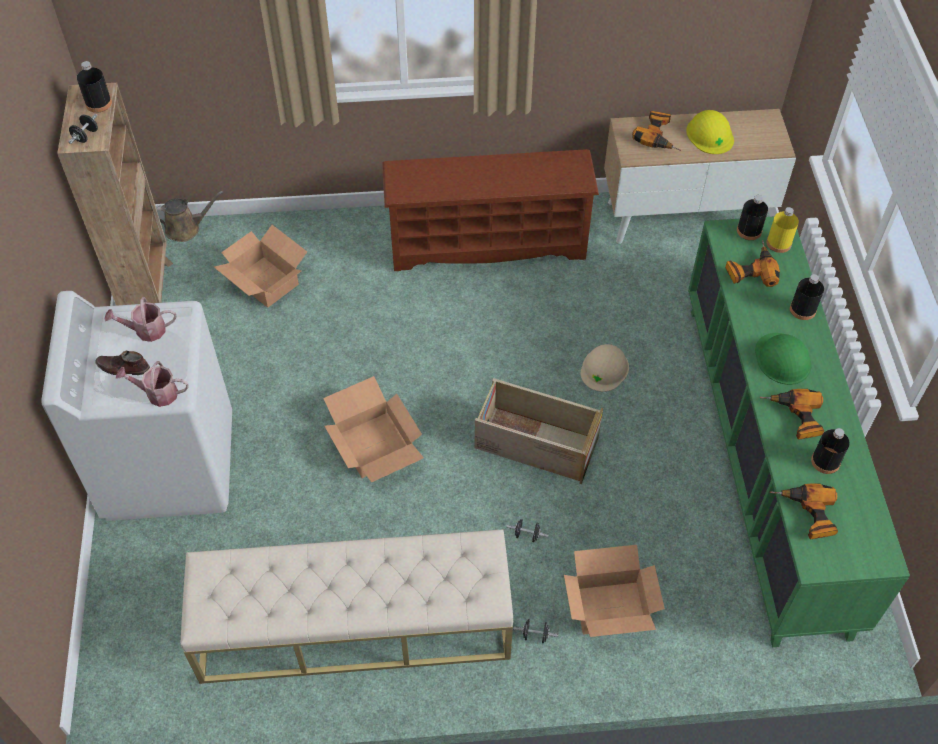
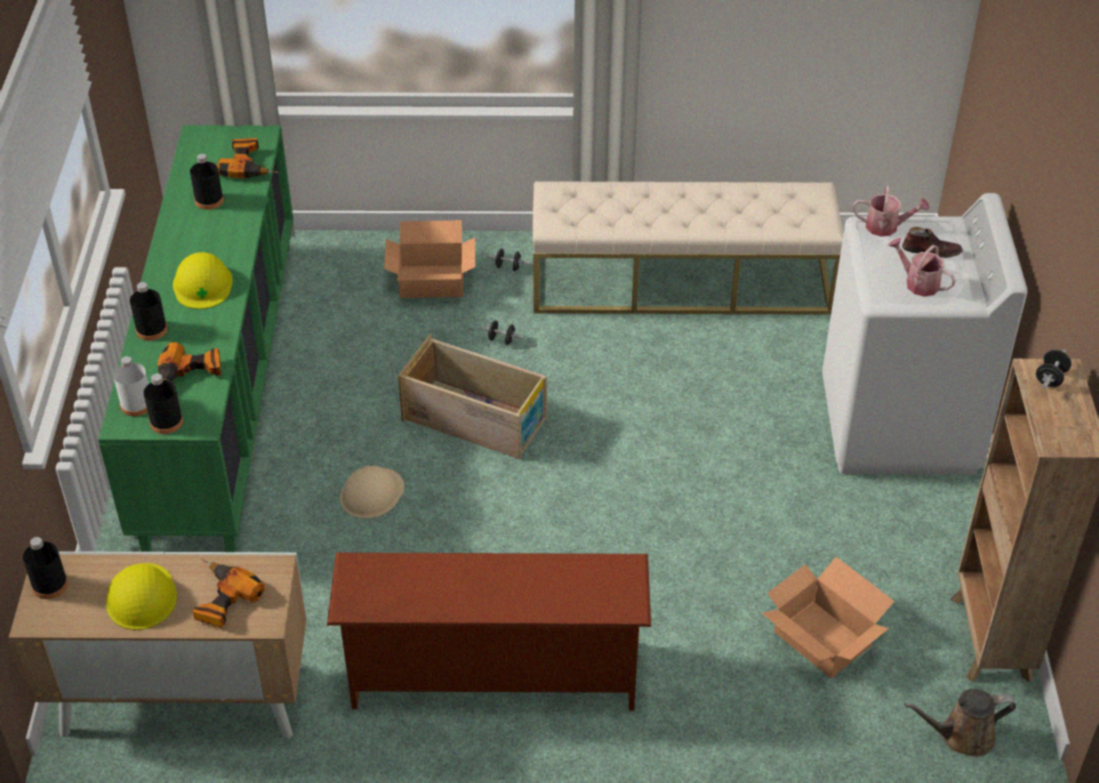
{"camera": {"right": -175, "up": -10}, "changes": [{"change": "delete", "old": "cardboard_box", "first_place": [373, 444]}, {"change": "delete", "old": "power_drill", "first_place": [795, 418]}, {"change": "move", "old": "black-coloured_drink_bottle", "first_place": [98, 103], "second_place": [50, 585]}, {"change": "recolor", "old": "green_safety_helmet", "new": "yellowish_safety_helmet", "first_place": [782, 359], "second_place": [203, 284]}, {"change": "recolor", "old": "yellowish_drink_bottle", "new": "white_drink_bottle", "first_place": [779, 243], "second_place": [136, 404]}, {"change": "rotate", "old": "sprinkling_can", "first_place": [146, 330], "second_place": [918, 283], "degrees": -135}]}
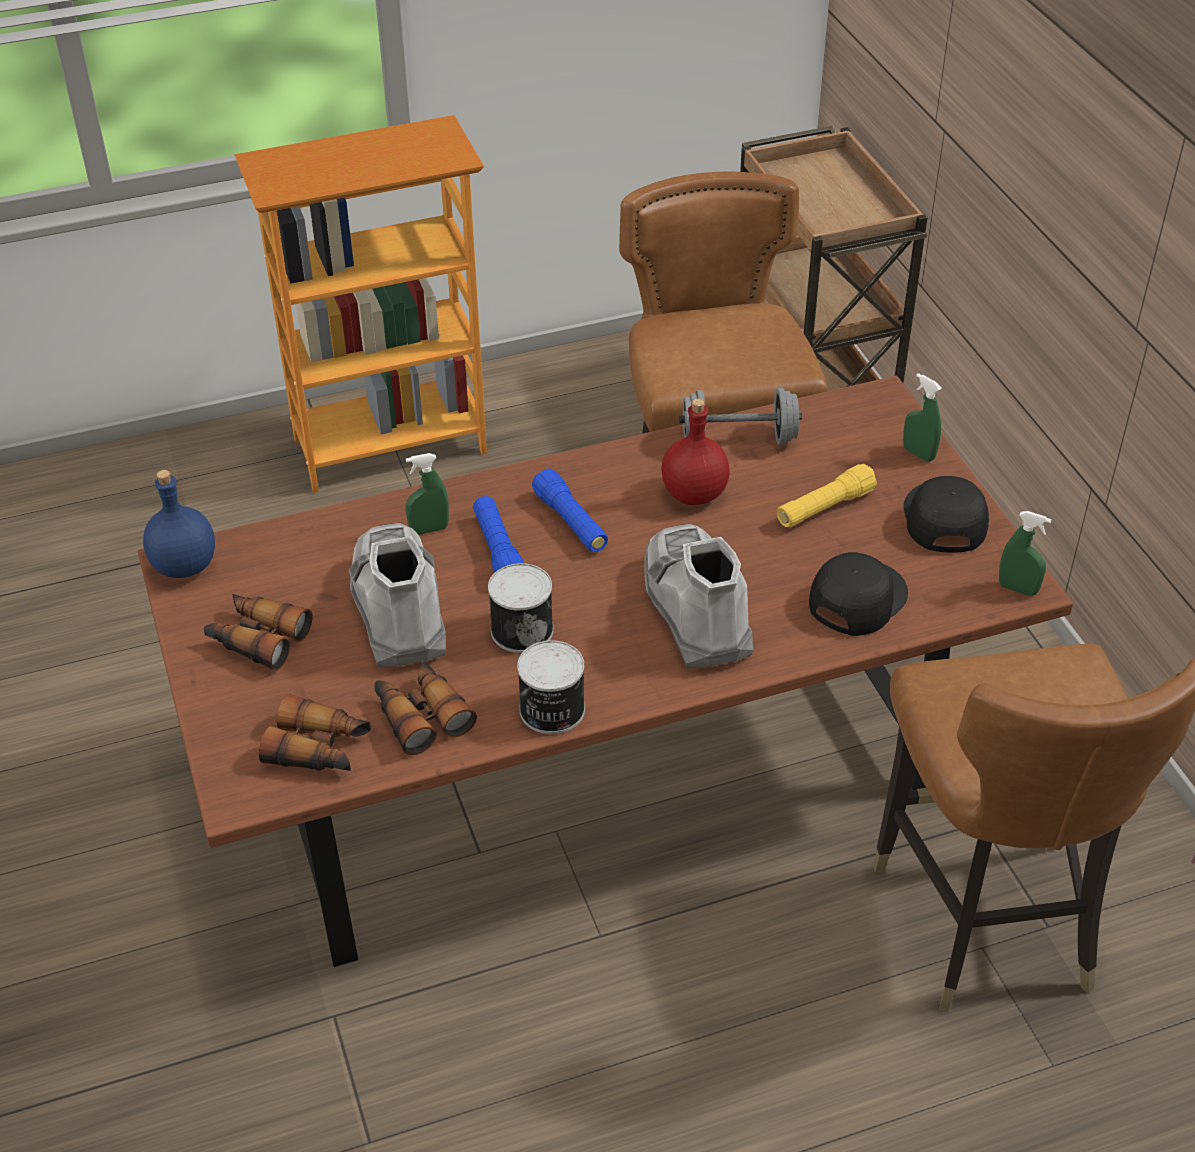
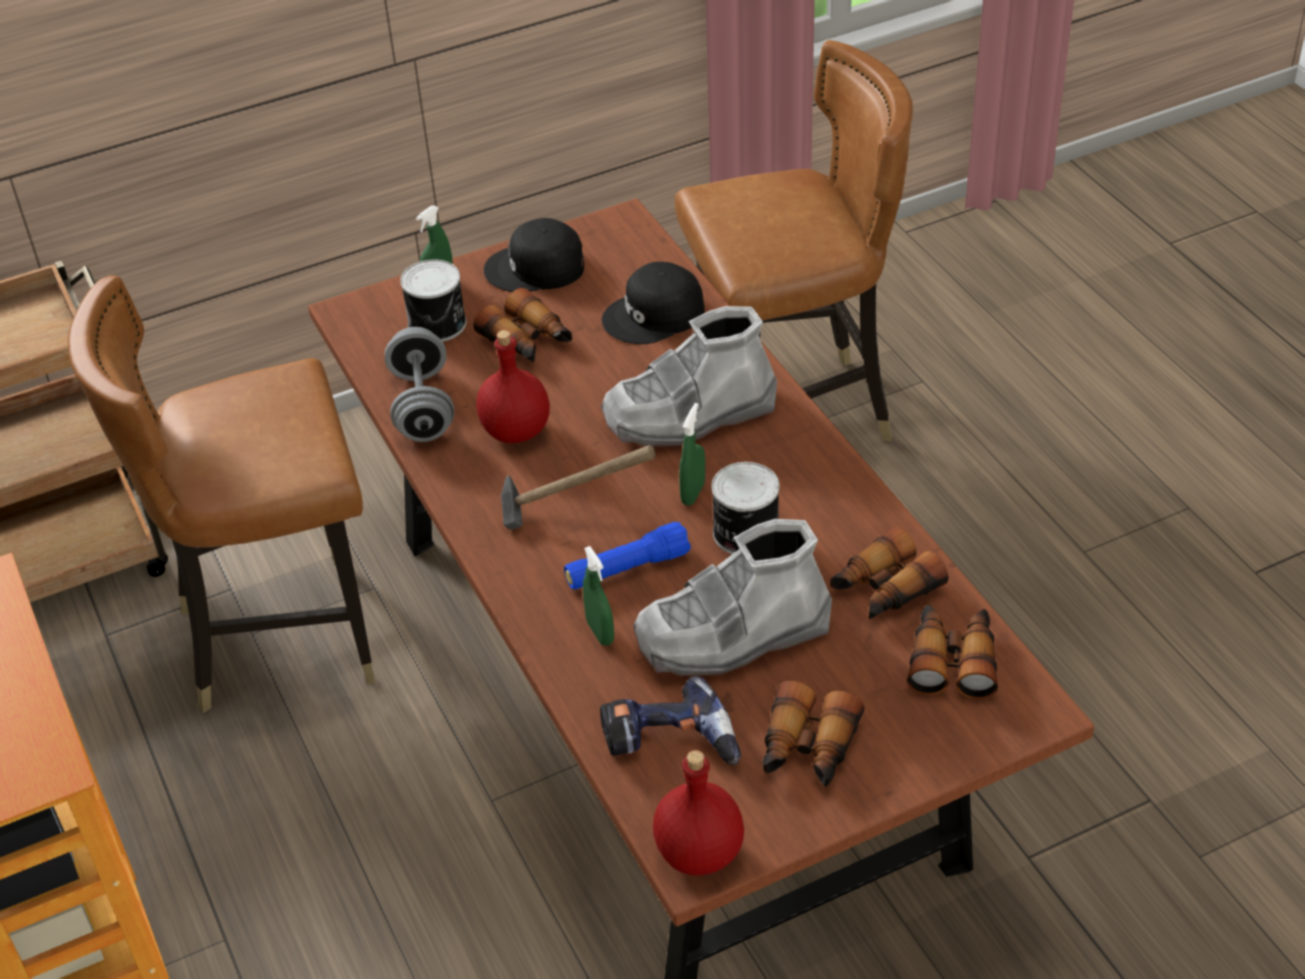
{"camera": {"right": -95, "up": 0}, "changes": [{"change": "insert", "new": "power_drill", "second_place": [670, 745]}, {"change": "move", "old": "sealed_can", "first_place": [551, 711], "second_place": [439, 324]}, {"change": "move", "old": "green_spray_bottle", "first_place": [1017, 589], "second_place": [693, 493]}, {"change": "replace", "old": "bluish_torch", "new": "tool_hammer", "first_place": [571, 522], "second_place": [572, 518]}, {"change": "replace", "old": "yellowish_torch", "new": "field_glasses", "first_place": [824, 508], "second_place": [528, 341]}, {"change": "recolor", "old": "bluish_drink_bottle", "new": "reddish_drink_bottle", "first_place": [183, 565], "second_place": [699, 854]}, {"change": "rotate", "old": "black-coloured_peaked_cap", "first_place": [856, 598], "second_place": [655, 315], "degrees": -60}]}
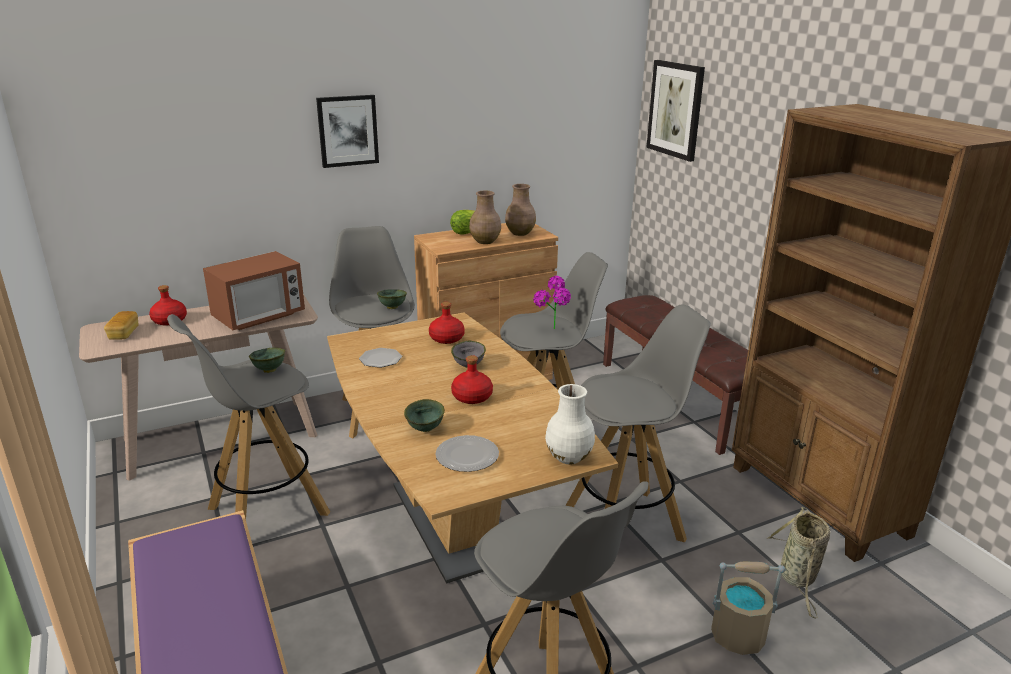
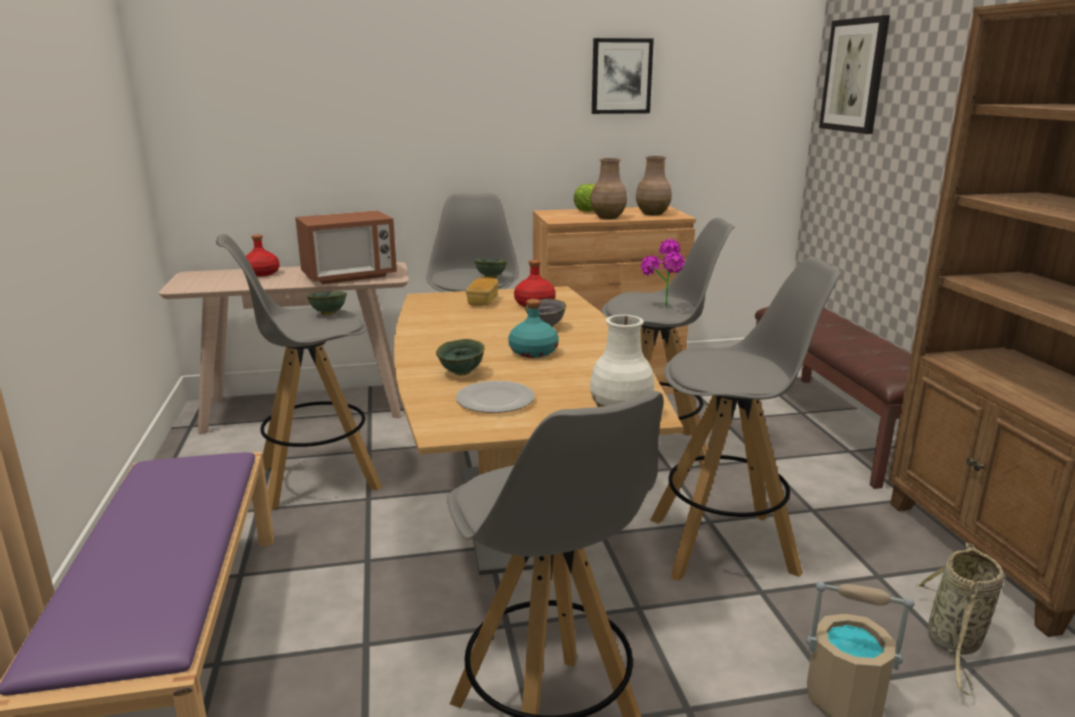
{"camera": {"right": 15, "up": -5}, "changes": [{"change": "delete", "old": "plate", "first_place": [381, 359]}, {"change": "move", "old": "baked_bread", "first_place": [124, 333], "second_place": [482, 301]}, {"change": "move", "old": "picture", "first_place": [347, 130], "second_place": [621, 76]}, {"change": "recolor", "old": "reddish_drink_bottle", "new": "blue-green_drink_bottle", "first_place": [471, 397], "second_place": [532, 352]}]}
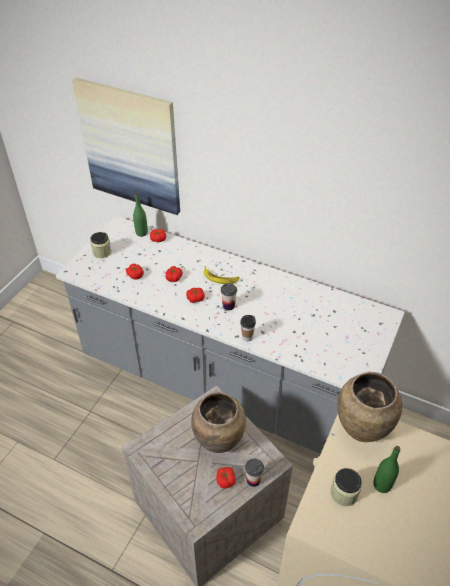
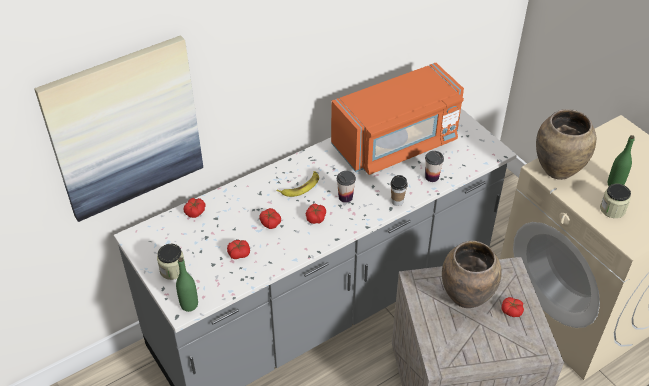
{"camera": {"right": -60, "up": 0}, "changes": [{"change": "insert", "new": "orangey_microwave", "second_place": [396, 143]}, {"change": "move", "old": "green_drink_bottle", "first_place": [141, 233], "second_place": [189, 305]}, {"change": "move", "old": "drinking_cup", "first_place": [253, 480], "second_place": [432, 177]}]}
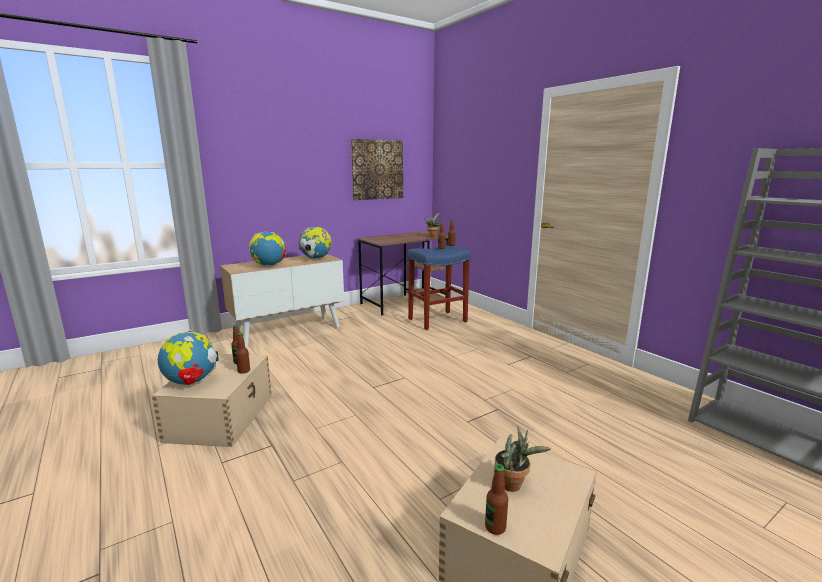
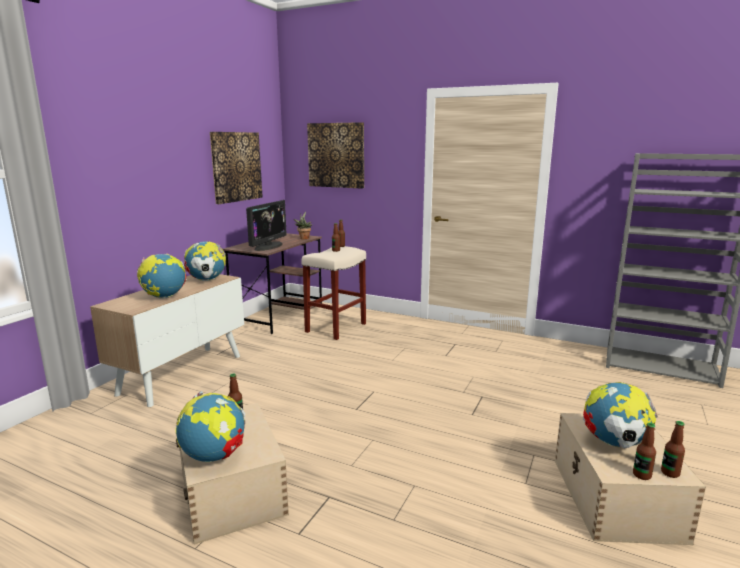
{"camera": {"right": -30, "up": 0}, "changes": [{"change": "insert", "new": "monitor", "second_place": [268, 246]}, {"change": "insert", "new": "picture", "second_place": [336, 155]}, {"change": "move", "old": "drink_bottle", "first_place": [244, 371], "second_place": [670, 473]}, {"change": "replace", "old": "houseplant", "new": "globe", "first_place": [514, 485], "second_place": [614, 443]}, {"change": "recolor", "old": "bluish_sitting_stool", "new": "beige-coloured_sitting_stool", "first_place": [437, 320], "second_place": [335, 328]}]}
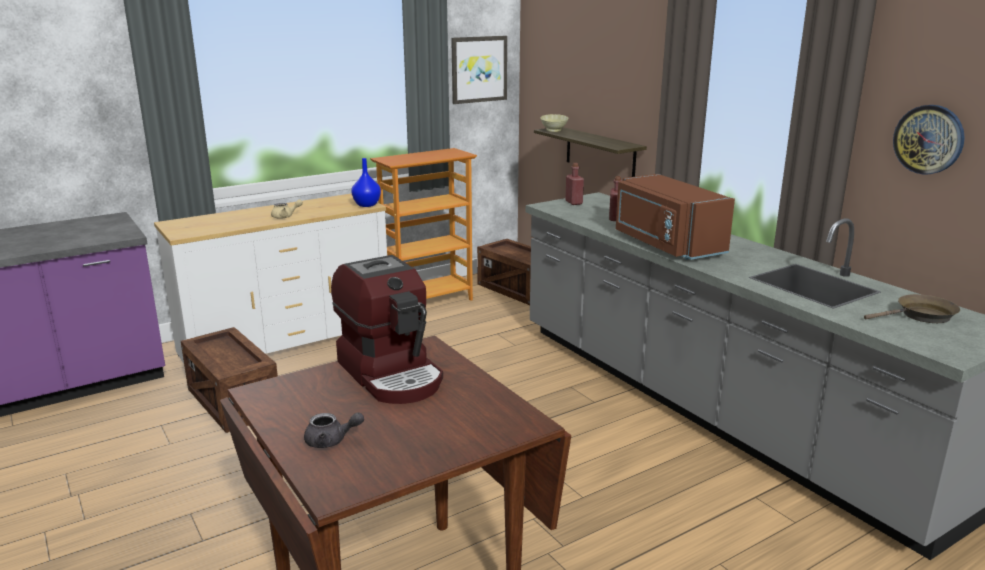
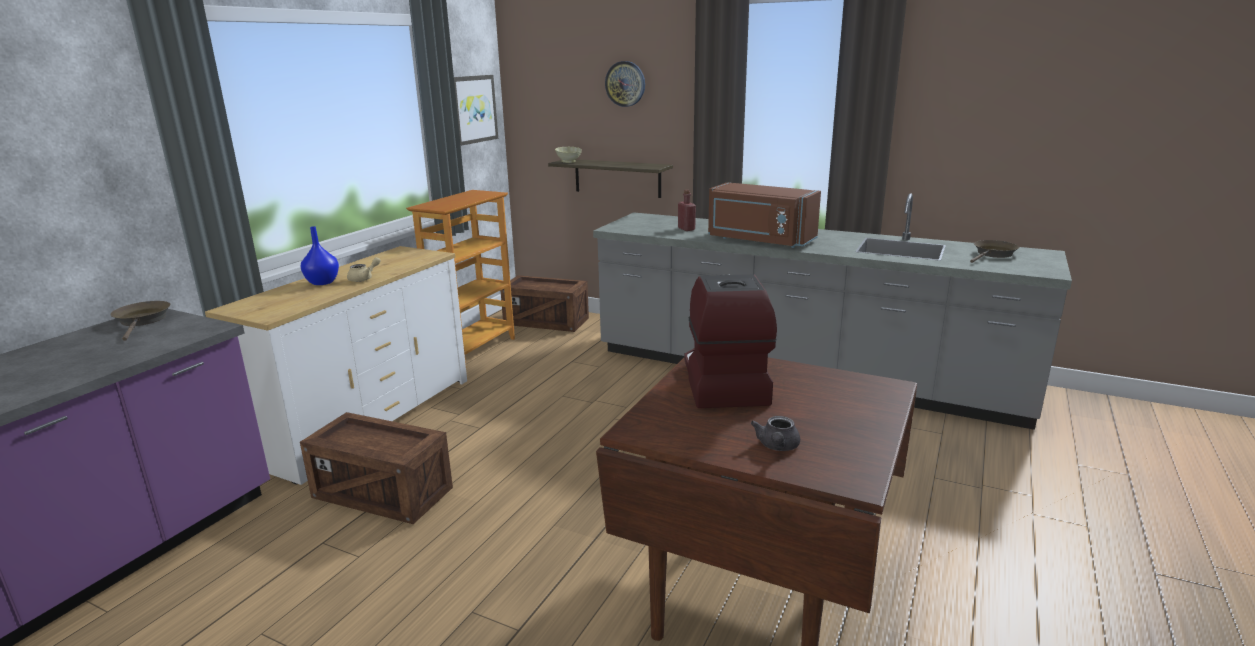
{"camera": {"right": -30, "up": 0}, "changes": [{"change": "delete", "old": "reddish_drink_bottle", "first_place": [574, 202]}, {"change": "insert", "new": "brown-coloured_skillet", "second_place": [143, 321]}, {"change": "move", "old": "bluish_flower_vase", "first_place": [367, 205], "second_place": [323, 282]}, {"change": "move", "old": "clock_on_the_wall", "first_place": [928, 139], "second_place": [625, 84]}, {"change": "rotate", "old": "greyish_teapot", "first_place": [331, 441], "second_place": [777, 447], "degrees": 135}, {"change": "rotate", "old": "coffee_machine", "first_place": [392, 374], "second_place": [723, 382], "degrees": -120}]}
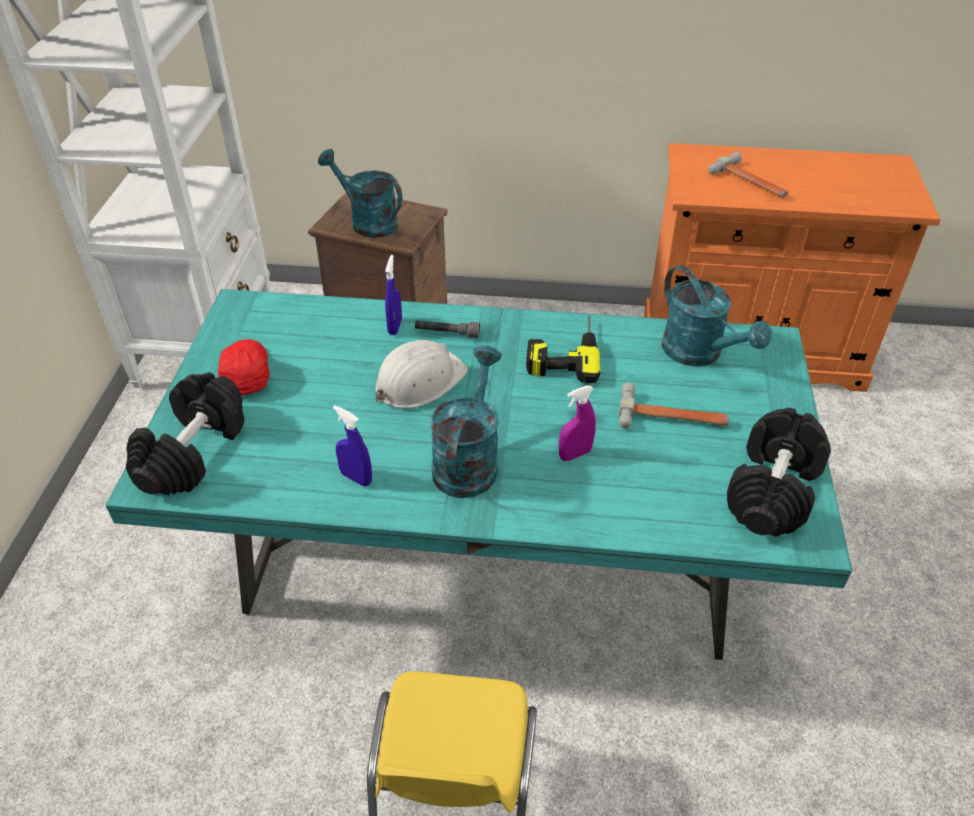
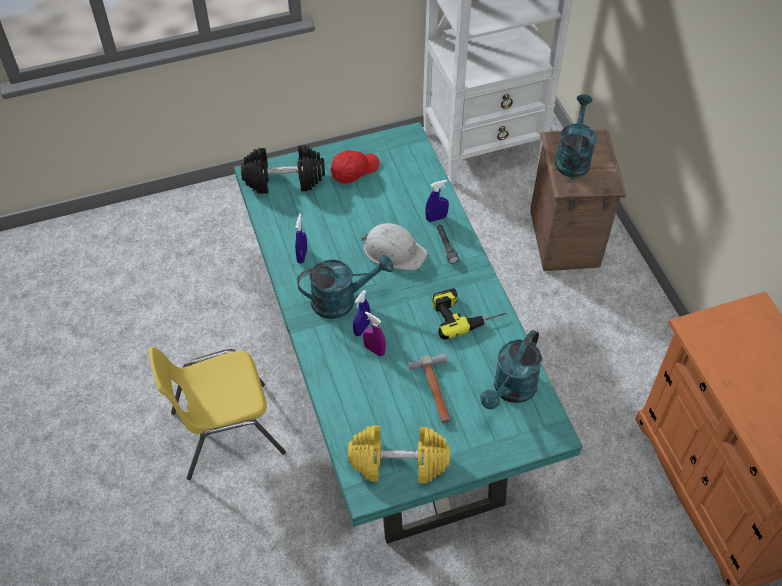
{"camera": {"right": 65, "up": 10}, "changes": [{"change": "delete", "old": "tool_hammer", "first_place": [750, 182]}, {"change": "insert", "new": "bluish_spray_bottle", "second_place": [362, 328]}, {"change": "recolor", "old": "black-coloured_free_weight", "new": "yellowish_free_weight", "first_place": [773, 491], "second_place": [398, 463]}]}
